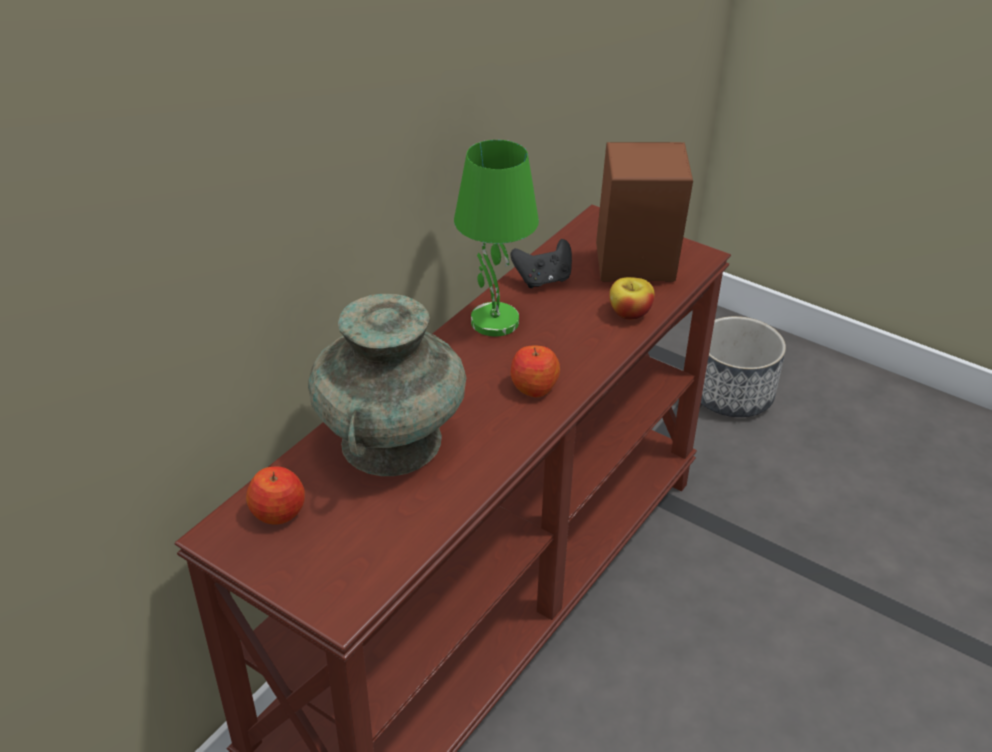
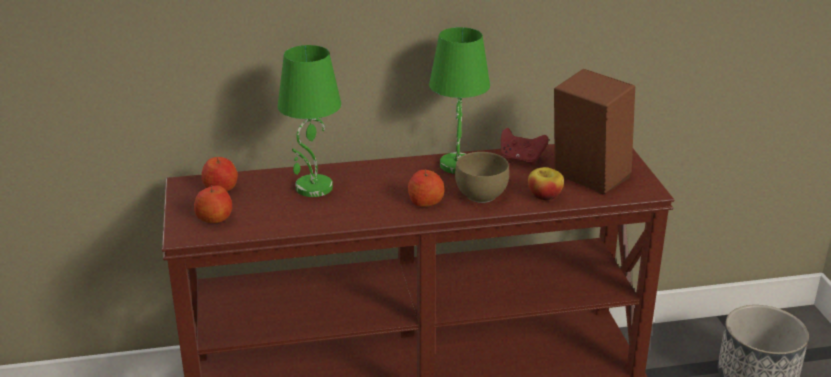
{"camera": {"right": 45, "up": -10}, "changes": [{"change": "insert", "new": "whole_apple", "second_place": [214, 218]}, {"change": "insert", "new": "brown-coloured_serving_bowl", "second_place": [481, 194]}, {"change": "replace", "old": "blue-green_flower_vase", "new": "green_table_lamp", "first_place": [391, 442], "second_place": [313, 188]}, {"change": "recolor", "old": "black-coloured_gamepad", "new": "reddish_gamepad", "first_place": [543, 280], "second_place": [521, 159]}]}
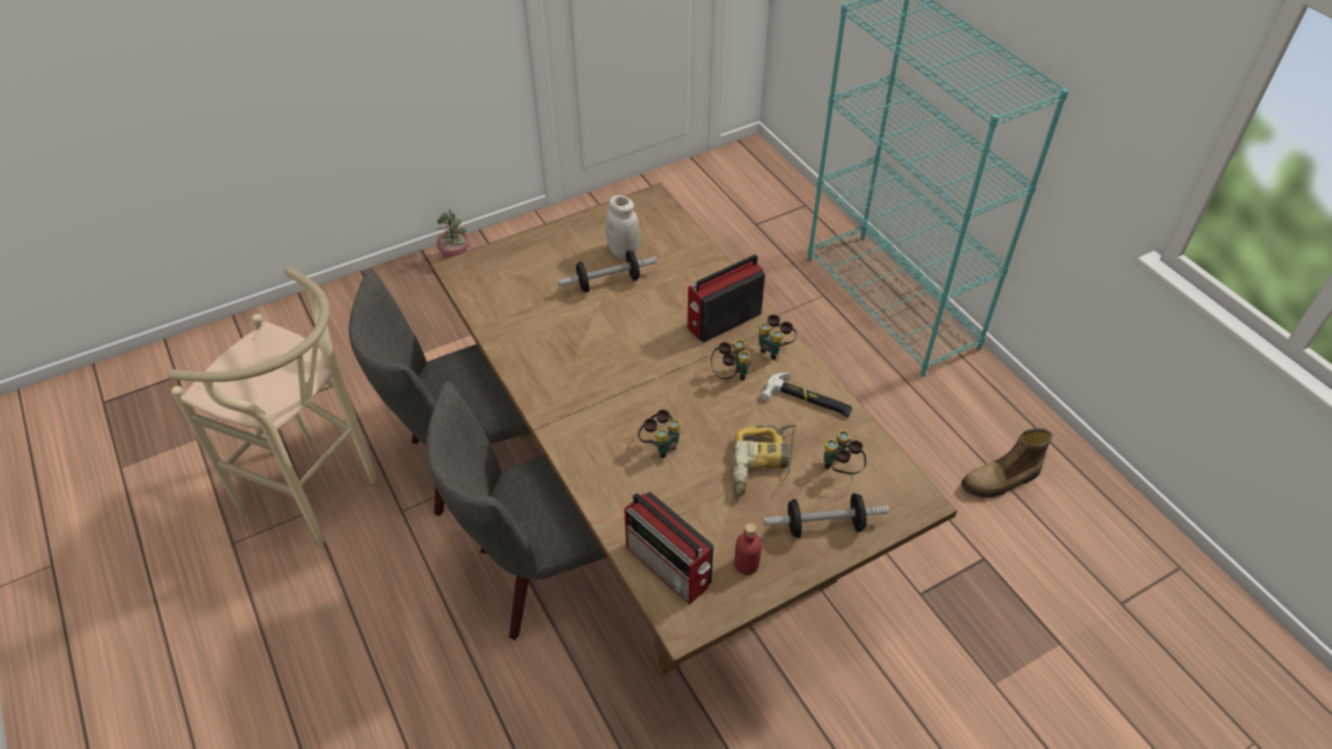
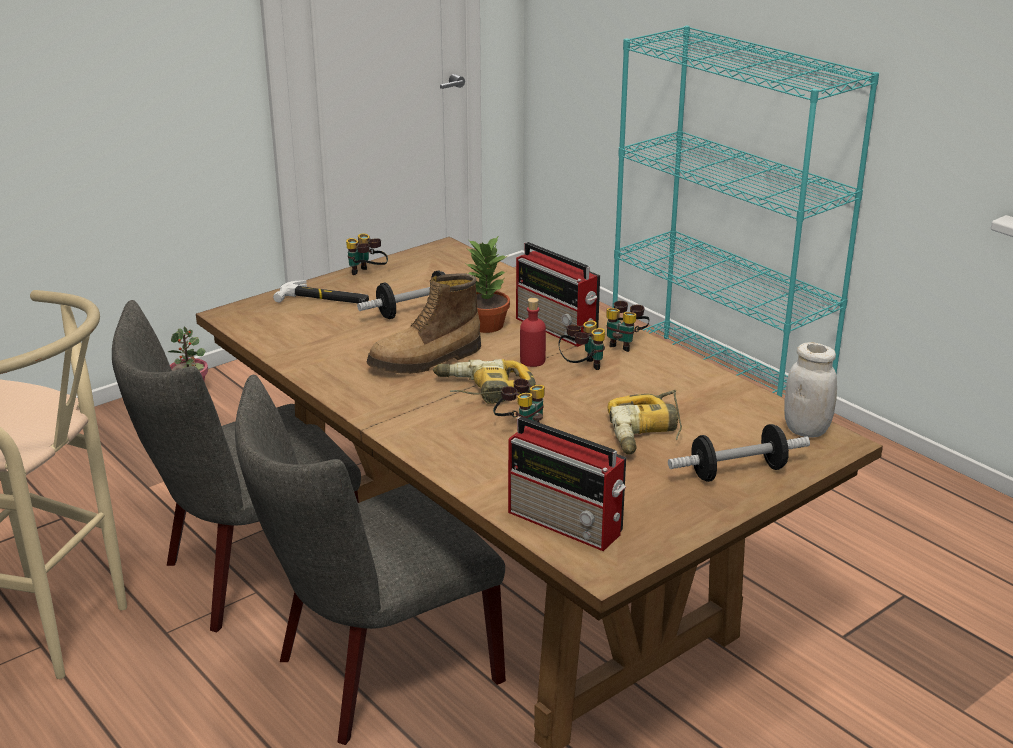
{"camera": {"right": -10, "up": -20}, "changes": [{"change": "insert", "new": "power_drill", "second_place": [486, 391]}, {"change": "insert", "new": "houseplant", "second_place": [485, 325]}, {"change": "move", "old": "white_storage_jar", "first_place": [623, 251], "second_place": [806, 430]}, {"change": "move", "old": "reddish_drink_bottle", "first_place": [746, 564], "second_place": [532, 361]}, {"change": "move", "old": "tool_hammer", "first_place": [808, 400], "second_place": [324, 299]}, {"change": "move", "old": "field_glasses", "first_place": [840, 469], "second_place": [367, 275]}, {"change": "move", "old": "high-top_boot", "first_place": [1001, 481], "second_place": [426, 360]}, {"change": "rotate", "old": "radio_receiver", "first_place": [722, 321], "second_place": [557, 328], "degrees": -90}]}
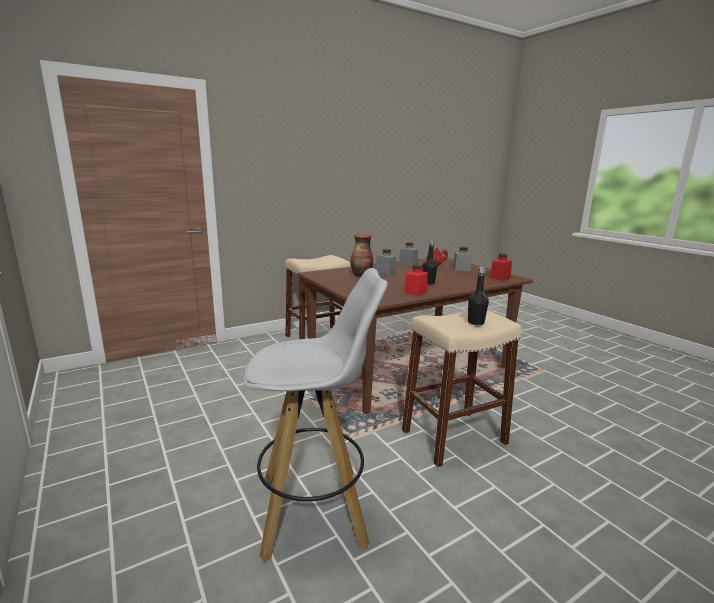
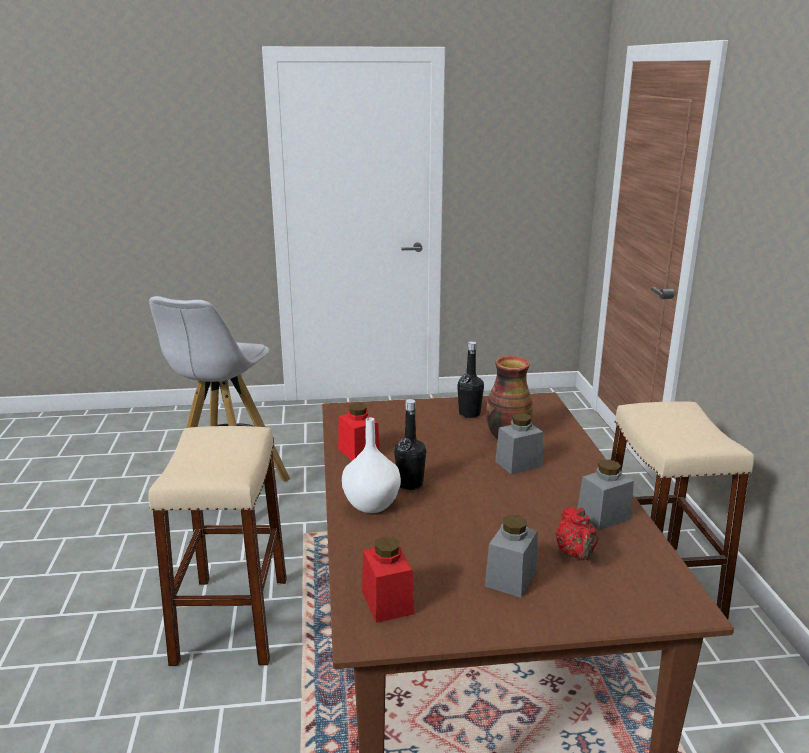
{"camera": {"right": 115, "up": 5}, "changes": [{"change": "insert", "new": "white_flower_vase", "second_place": [371, 505]}, {"change": "move", "old": "black-coloured_drink_bottle", "first_place": [476, 322], "second_place": [469, 413]}]}
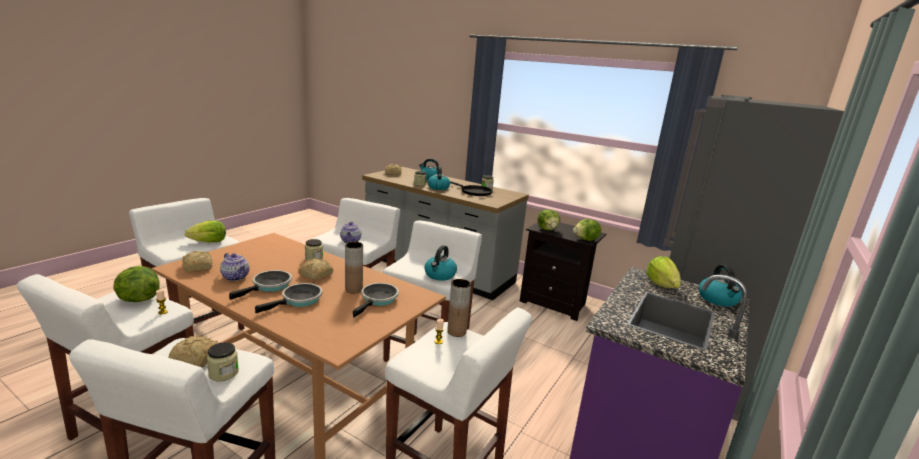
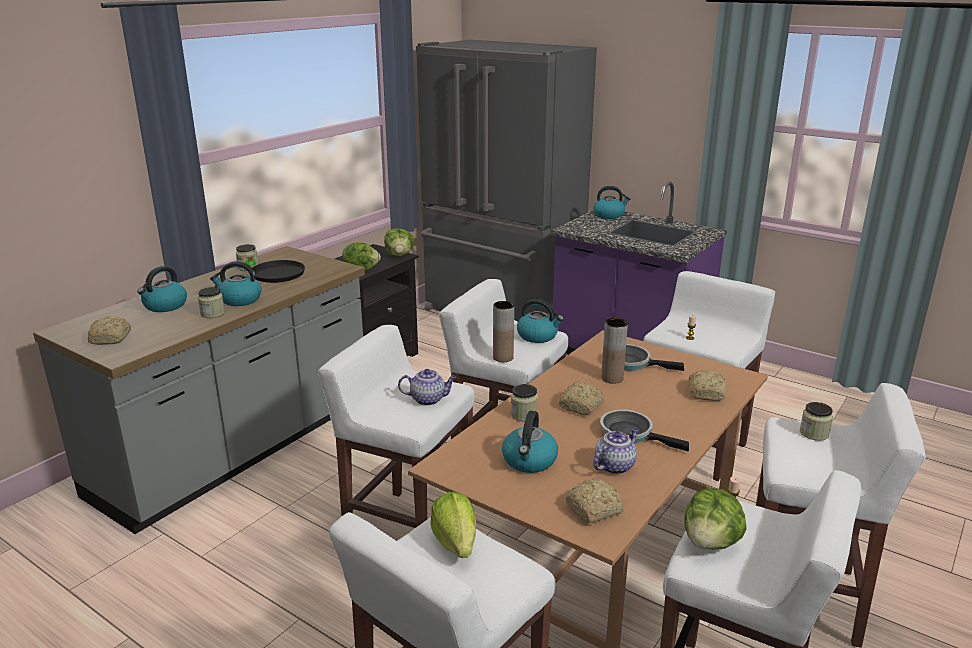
{"camera": {"right": -85, "up": 5}, "changes": [{"change": "delete", "old": "skillet", "first_place": [299, 300]}, {"change": "delete", "old": "head_of_lettuce", "first_place": [662, 285]}, {"change": "insert", "new": "tea_kettle", "second_place": [529, 461]}, {"change": "move", "old": "baked_bread", "first_place": [196, 360], "second_place": [706, 392]}, {"change": "move", "old": "brown-coloured_flower_vase", "first_place": [456, 332], "second_place": [503, 358]}]}
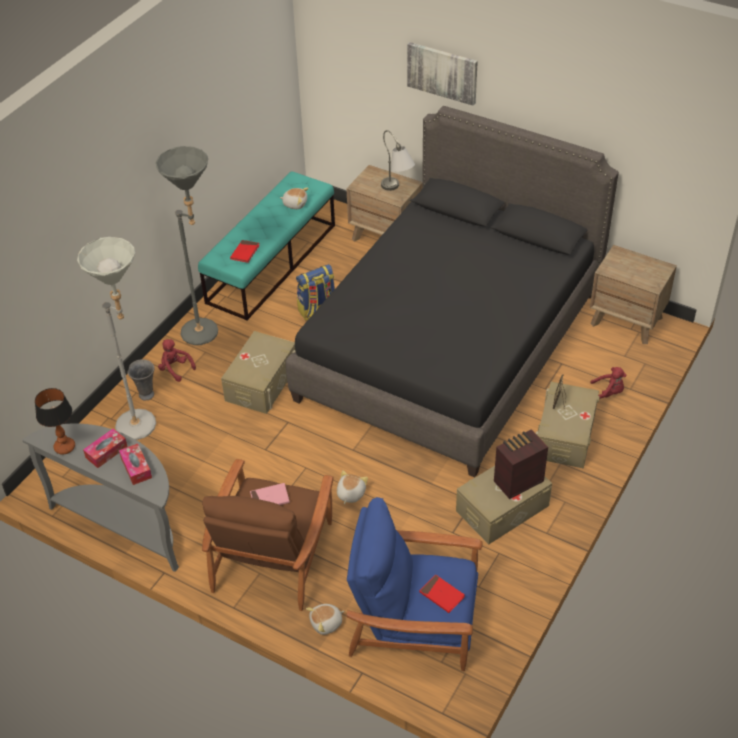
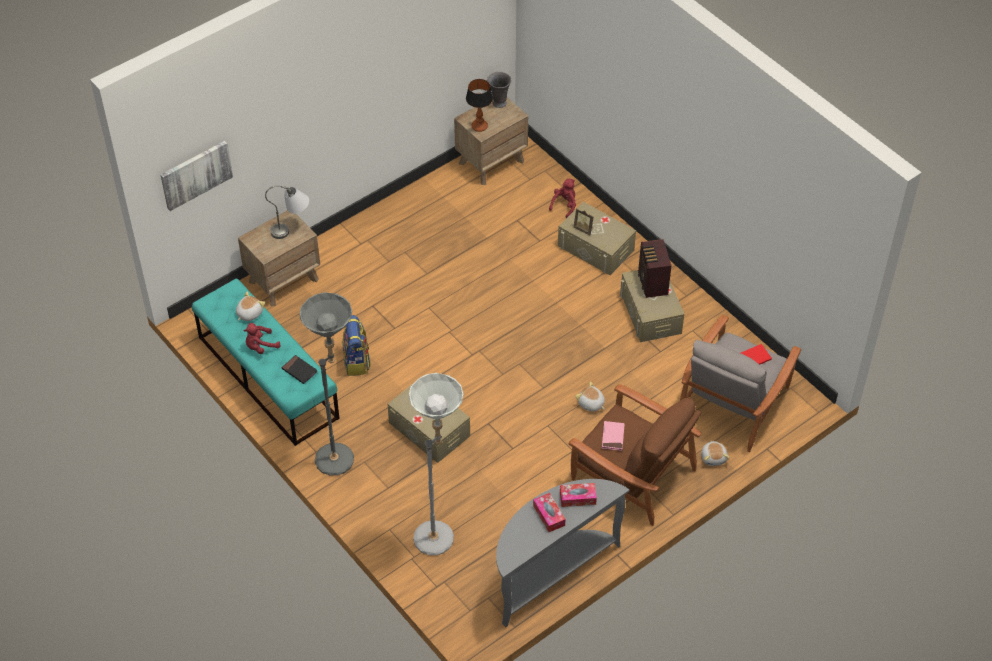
{"camera": {"right": -70, "up": 5}, "changes": [{"change": "delete", "old": "black-coloured_sleeping_bed", "first_place": [449, 345]}, {"change": "move", "old": "table_lamp", "first_place": [64, 447], "second_place": [479, 127]}, {"change": "move", "old": "greyish_flower_vase", "first_place": [146, 394], "second_place": [499, 103]}, {"change": "move", "old": "reddish_cuddly_toy", "first_place": [175, 369], "second_place": [260, 346]}, {"change": "move", "old": "picture", "first_place": [442, 72], "second_place": [196, 174]}, {"change": "recolor", "old": "reddish_book", "new": "black-coloured_book", "first_place": [245, 252], "second_place": [299, 370]}, {"change": "recolor", "old": "bluish_easy_chair", "new": "greyish_easy_chair", "first_place": [415, 621], "second_place": [734, 402]}]}
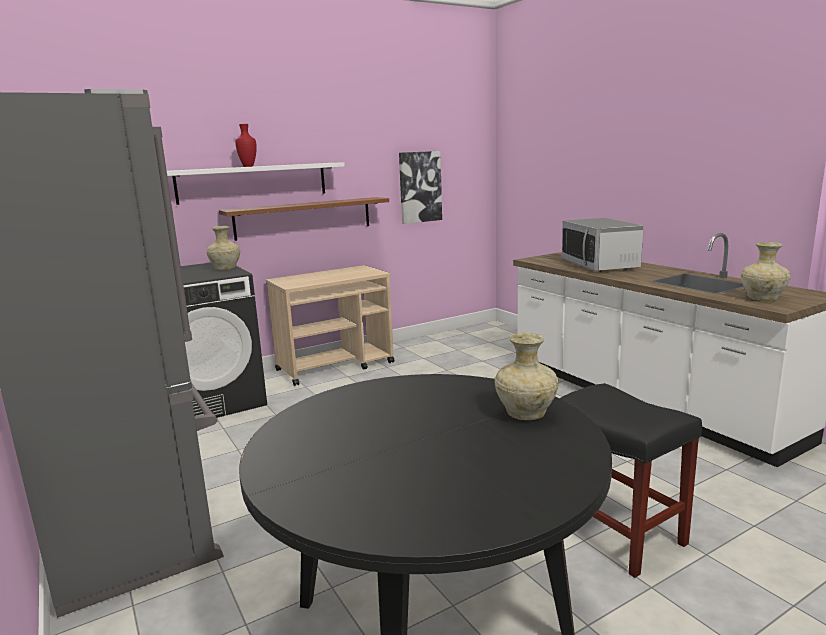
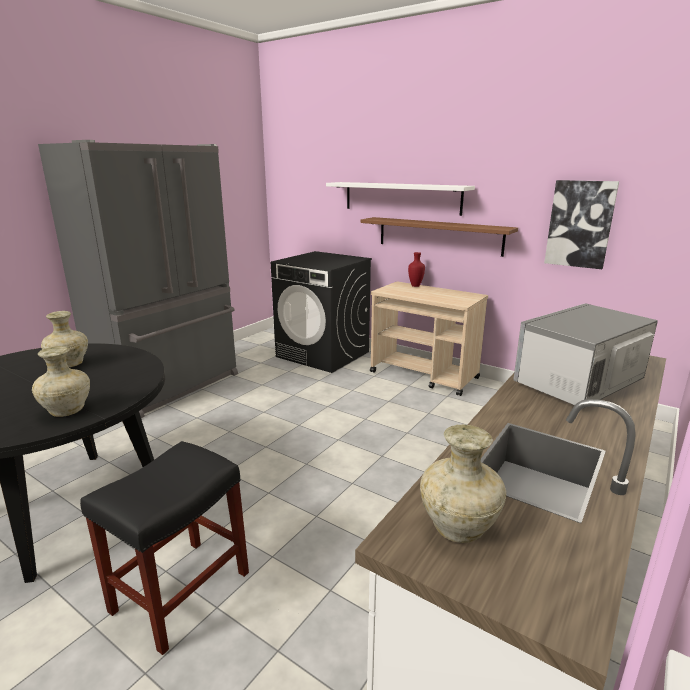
{"camera": {"right": 65, "up": 5}, "changes": [{"change": "move", "old": "beige-coloured_flower_vase", "first_place": [225, 269], "second_place": [69, 364]}, {"change": "move", "old": "reddish_flower_vase", "first_place": [247, 166], "second_place": [415, 286]}]}
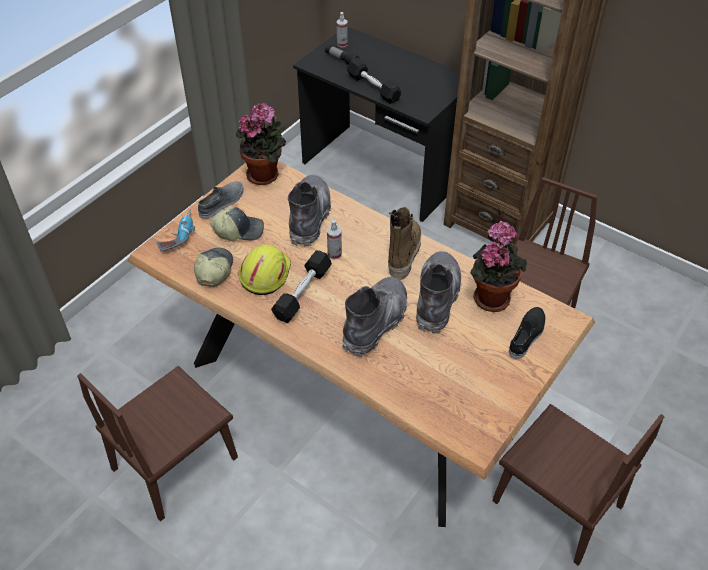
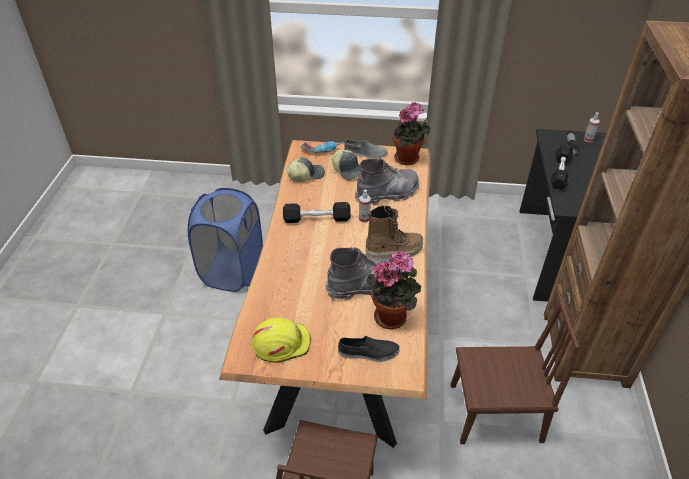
{"camera": {"right": 60, "up": -5}, "changes": [{"change": "delete", "old": "greyish_high-top_boot", "first_place": [376, 322]}, {"change": "move", "old": "yellowish_safety_helmet", "first_place": [264, 273], "second_place": [281, 343]}, {"change": "replace", "old": "brown-coloured_plain_chair", "new": "bluish_hamper", "first_place": [175, 463], "second_place": [232, 271]}]}
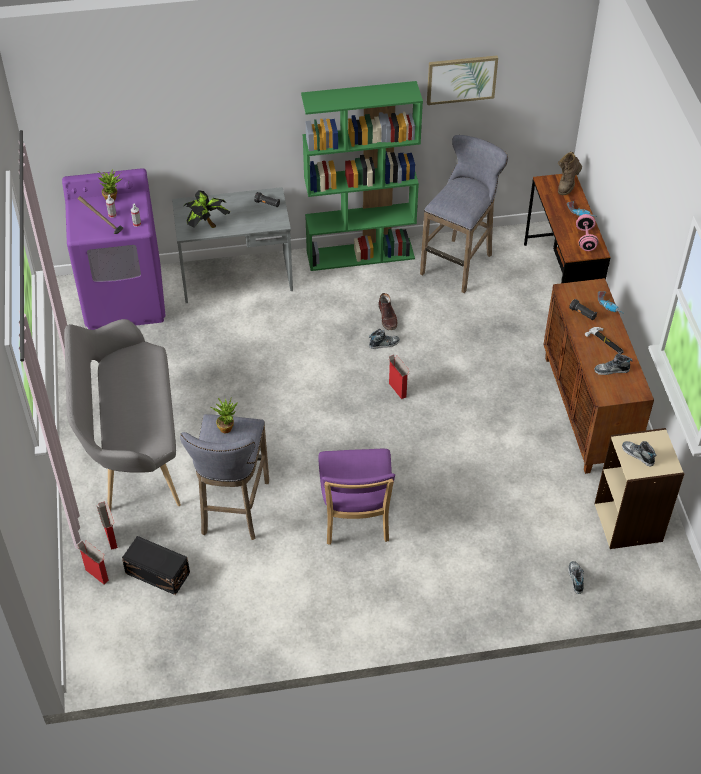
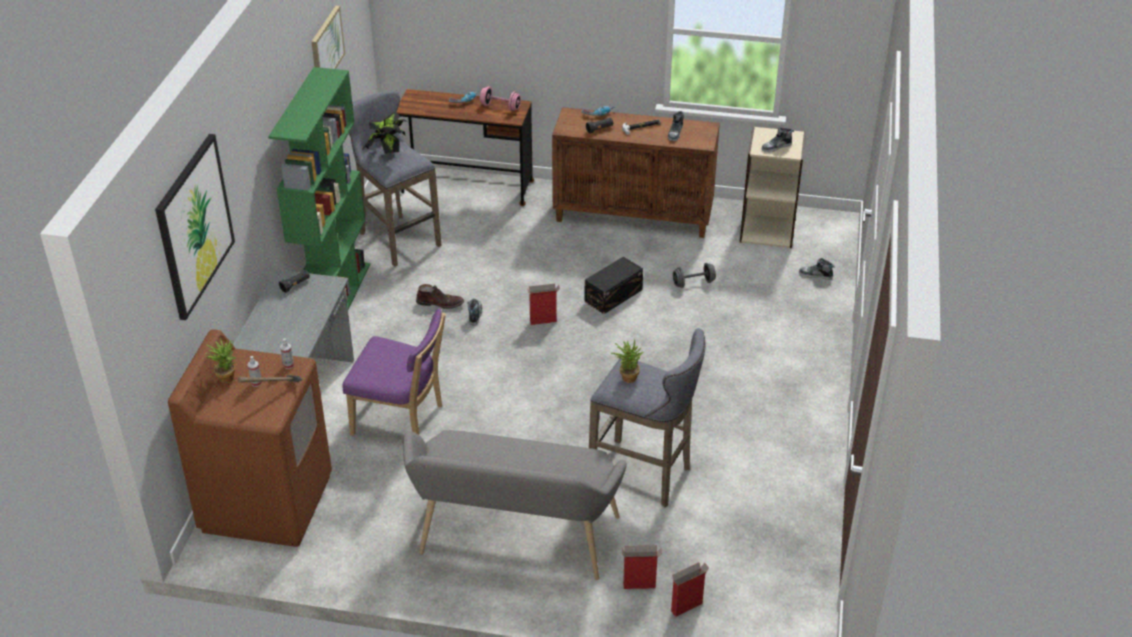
{"camera": {"right": -70, "up": -10}, "changes": [{"change": "delete", "old": "brown-coloured_high-top_boot", "first_place": [567, 184]}, {"change": "insert", "new": "picture", "second_place": [194, 226]}, {"change": "insert", "new": "greyish_free_weight", "second_place": [693, 283]}, {"change": "move", "old": "black-coloured_storage_bin", "first_place": [158, 574], "second_place": [614, 295]}, {"change": "move", "old": "houseplant", "first_place": [207, 225], "second_place": [389, 153]}, {"change": "move", "old": "purple_plain_chair", "first_place": [355, 520], "second_place": [401, 421]}, {"change": "recolor", "old": "purple_laundry_appliance", "new": "brown-coloured_laundry_appliance", "first_place": [125, 299], "second_place": [267, 502]}]}
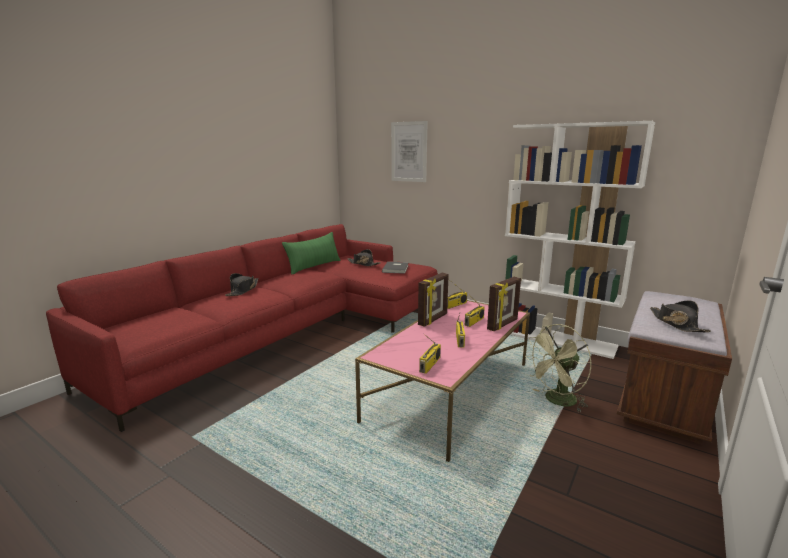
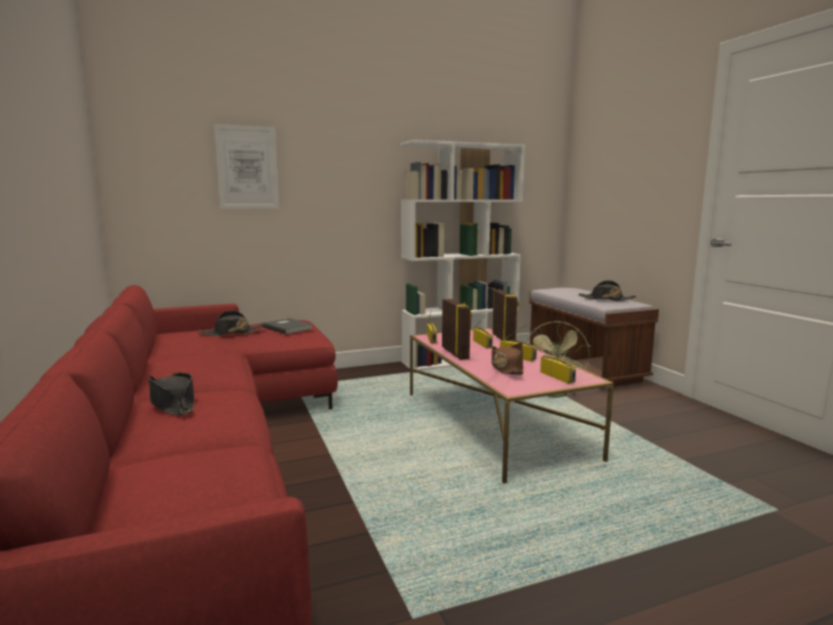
{"camera": {"right": -55, "up": -5}, "changes": [{"change": "delete", "old": "green_throw_pillow", "first_place": [314, 266]}, {"change": "insert", "new": "brown-coloured_clothing_hat", "second_place": [506, 368]}]}
